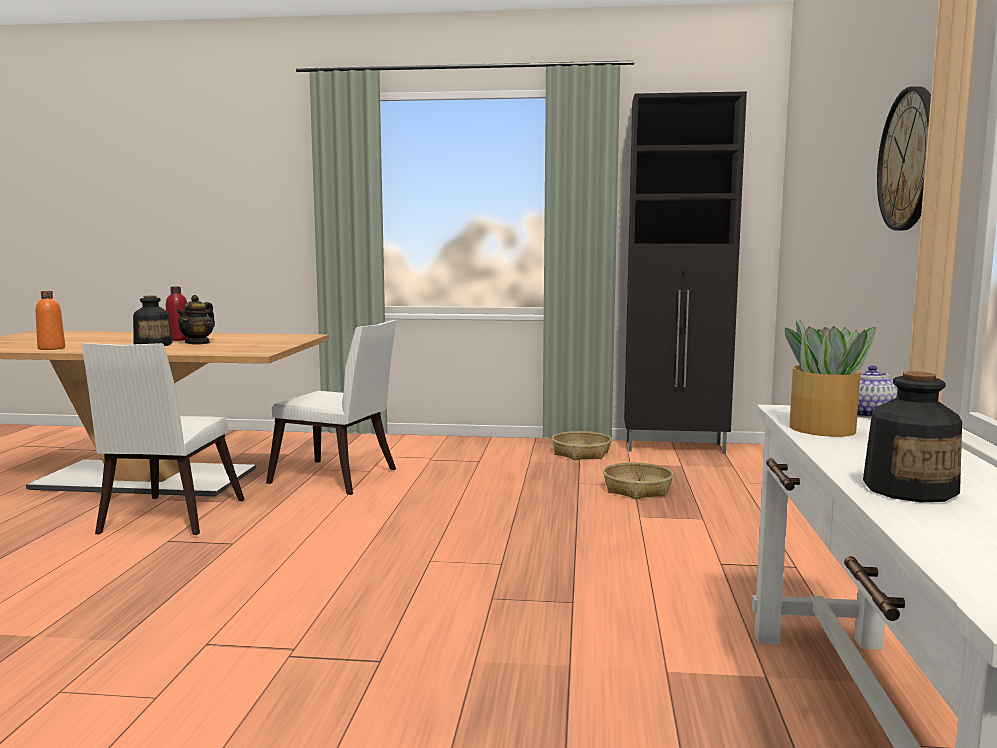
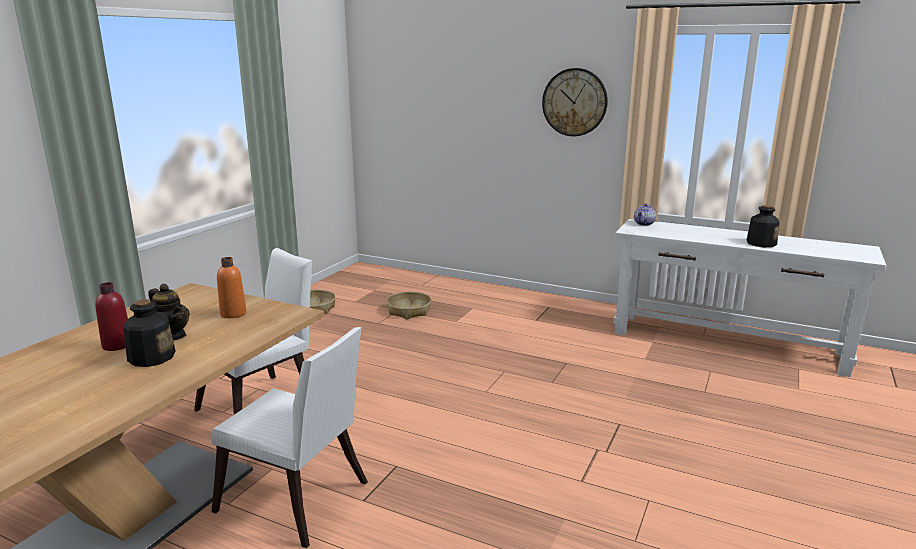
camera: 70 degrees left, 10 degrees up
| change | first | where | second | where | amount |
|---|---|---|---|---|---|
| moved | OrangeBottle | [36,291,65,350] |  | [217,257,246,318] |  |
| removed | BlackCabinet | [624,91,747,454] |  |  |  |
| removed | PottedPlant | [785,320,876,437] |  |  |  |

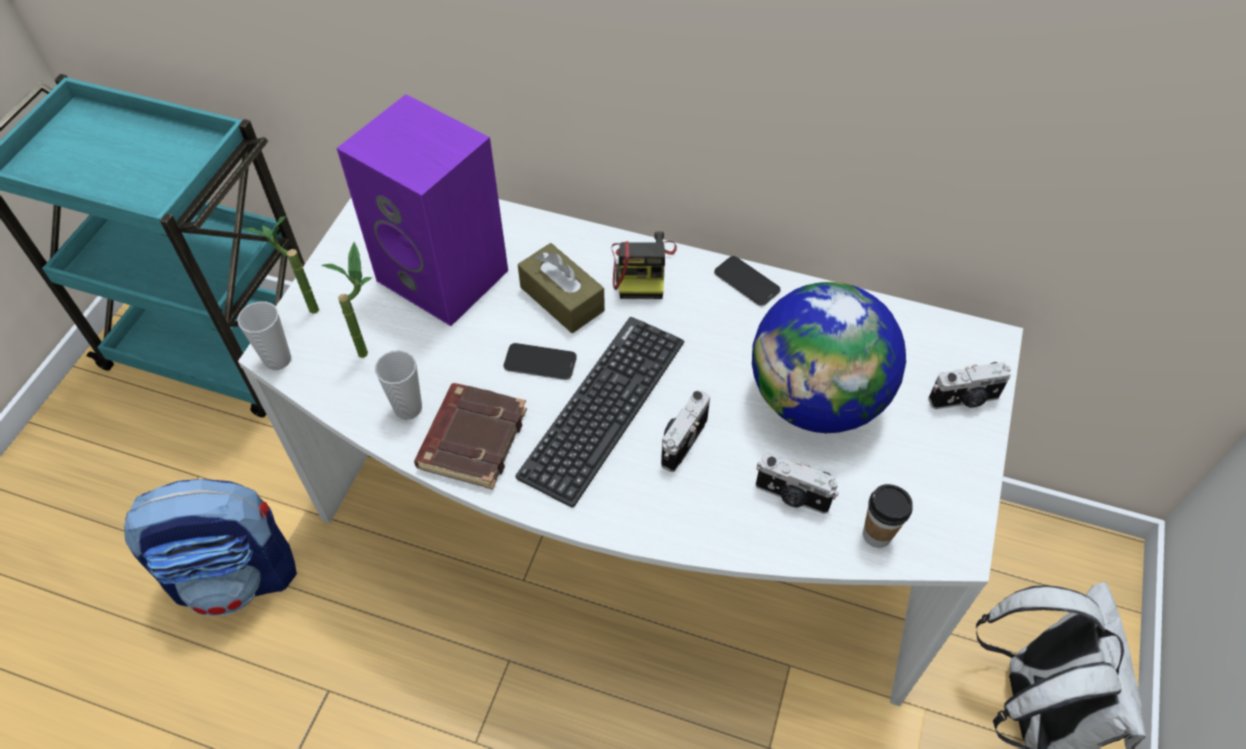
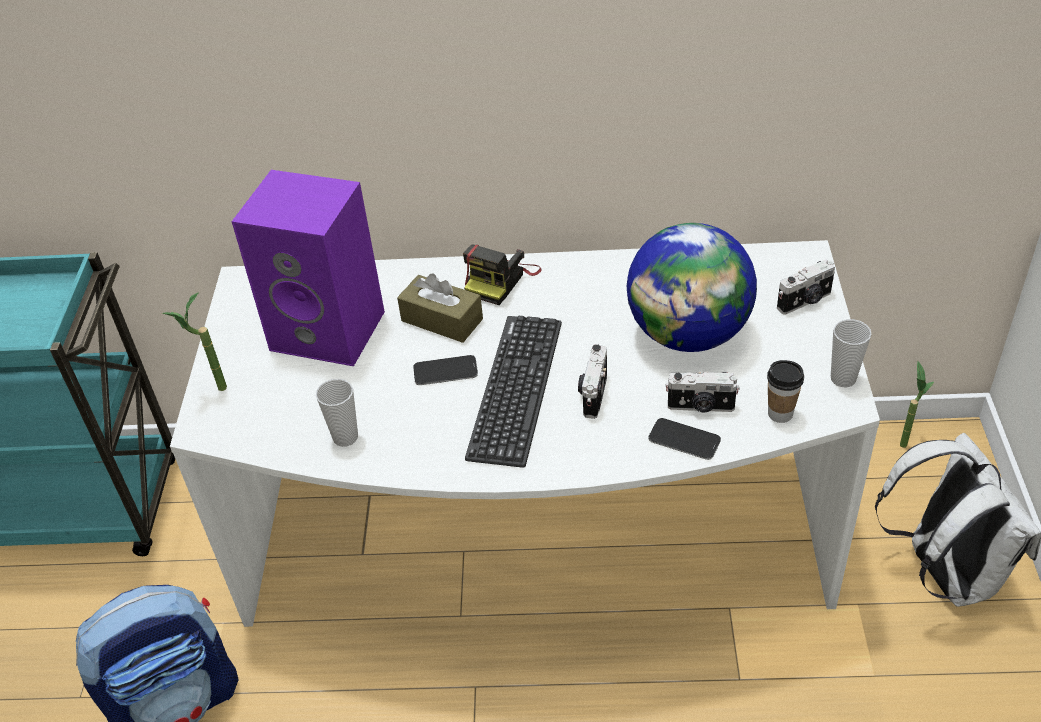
camera: 15 degrees left, 10 degrees down
| change | first | where | second | where | amount |
|---|---|---|---|---|---|
| moved | Cup | [237,301,291,370] |  | [831,319,872,387] |  |
| moved | PottedPlant | [321,242,372,358] |  | [900,361,934,448] |  |
| removed | BrownBook | [414,383,527,490] |  |  |  |
| turned | PhotoCamera | [612,231,677,299] |  | [463,244,541,305] | 45 degrees clockwise |
| moved | Phone | [714,256,781,306] |  | [648,418,721,460] |  |

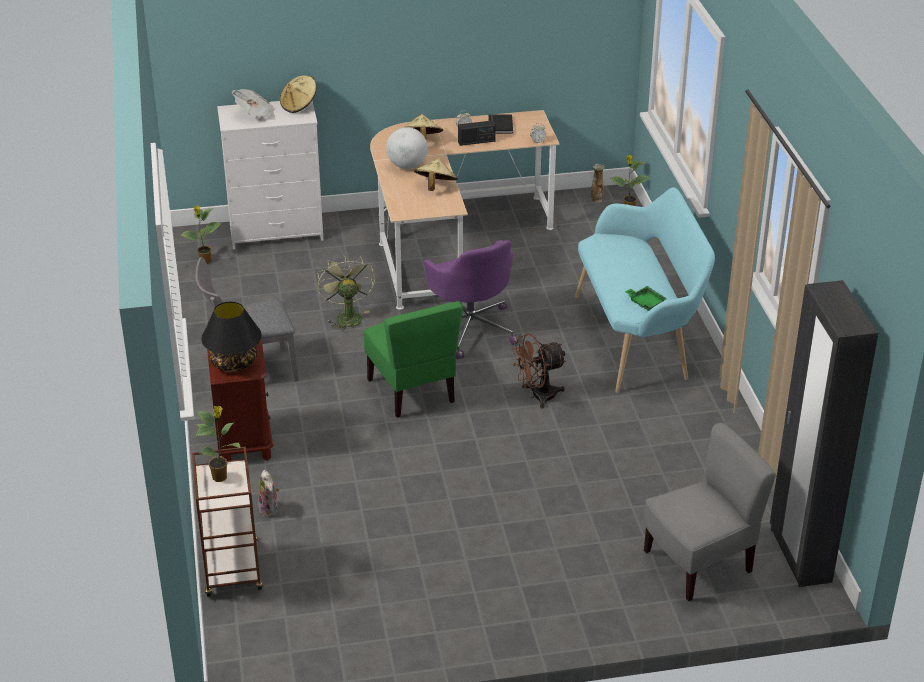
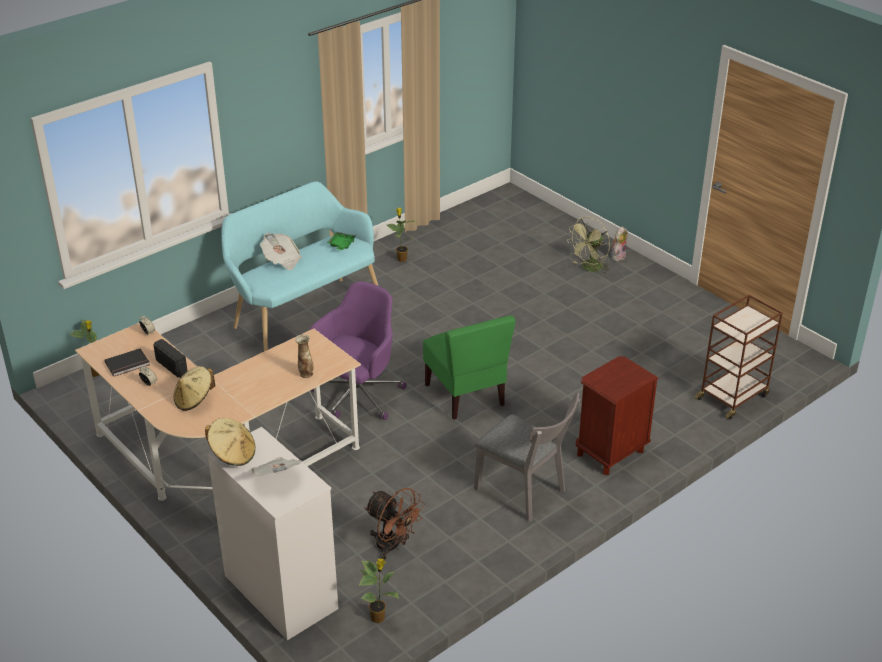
camera: 120 degrees left, 0 degrees up
| change | first | where | second | where | amount |
|---|---|---|---|---|---|
| moved | PottedPlant | [196,406,241,482] |  | [387,208,416,262] |  |
| removed | BlackTableLamp | [201,302,262,372] |  |  |  |
| moved | PlushToy | [258,470,279,517] |  | [611,227,627,261] |  |
| moved | GreenFan | [317,256,375,332] |  | [569,217,610,274] |  |
| turned | GreenChair | [364,301,463,418] |  | [423,315,516,420] | 120 degrees clockwise |
| removed | Globe | [386,127,428,169] |  |  |  |
| removed | BeigeHat | [414,158,458,191] |  |  |  |
| moved | BrownFan | [511,333,567,409] |  | [365,488,425,560] |  |
| moved | Vase | [591,164,605,203] |  | [295,334,314,378] |  |
| removed | GreyChair | [644,423,776,601] |  |  |  |
| removed | BlackWardrobe | [770,280,878,587] |  |  |  |
| added |  |  | Newspaper | [260,233,302,270] |  |

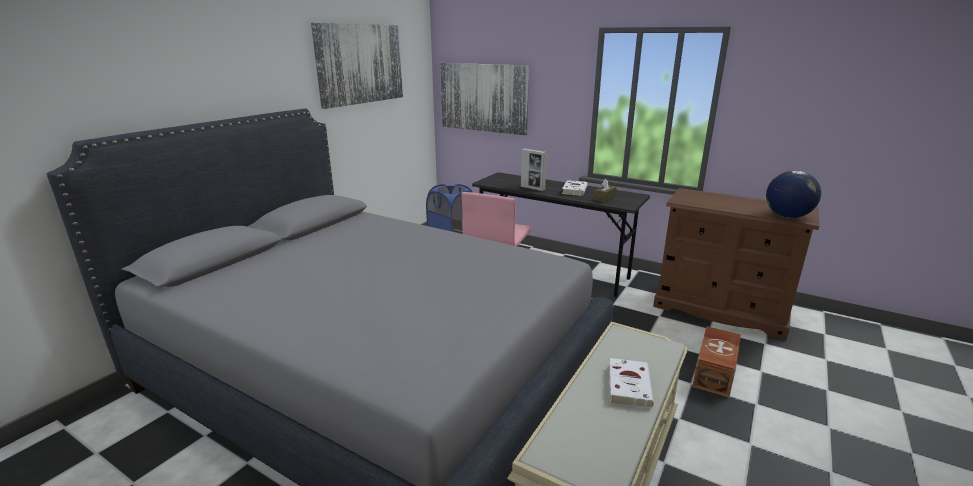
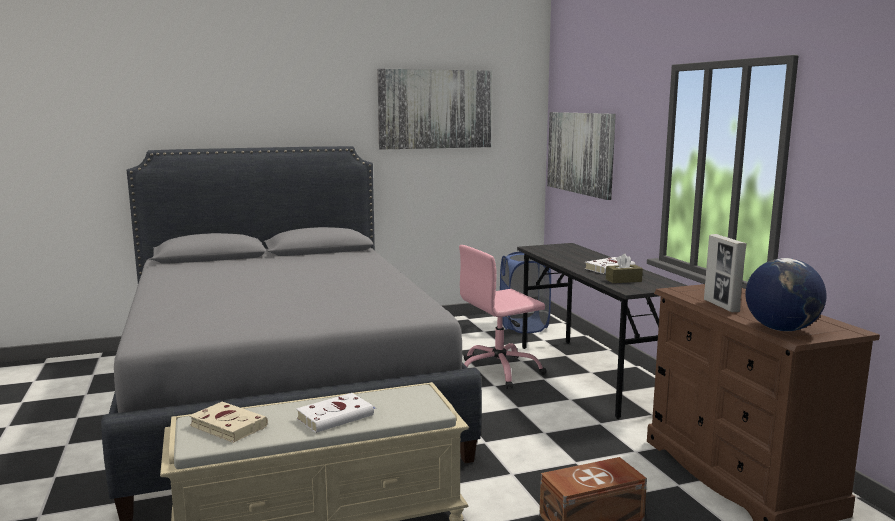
camera: 40 degrees right, 10 degrees down
| change | first | where | second | where | amount |
|---|---|---|---|---|---|
| moved | PictureFrame | [521,148,547,191] |  | [704,234,747,312] |  |
| added |  |  | BeigeBook | [189,401,268,443] |  |

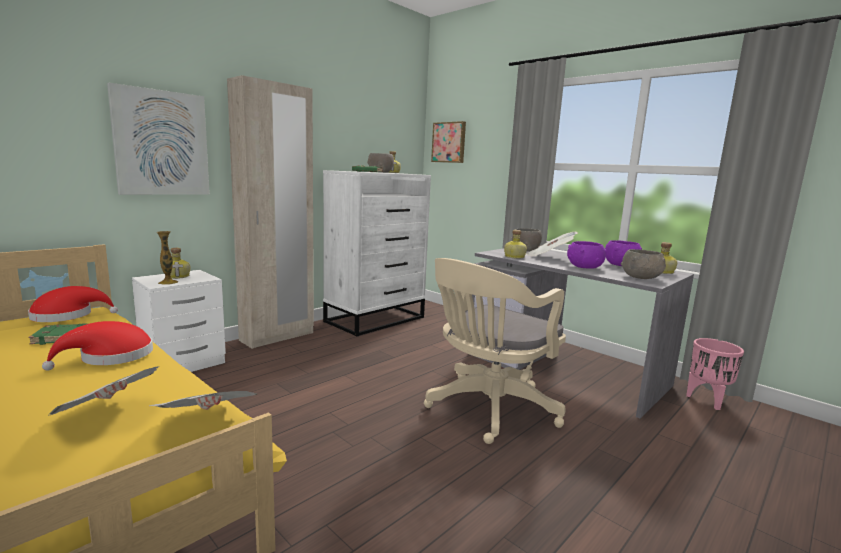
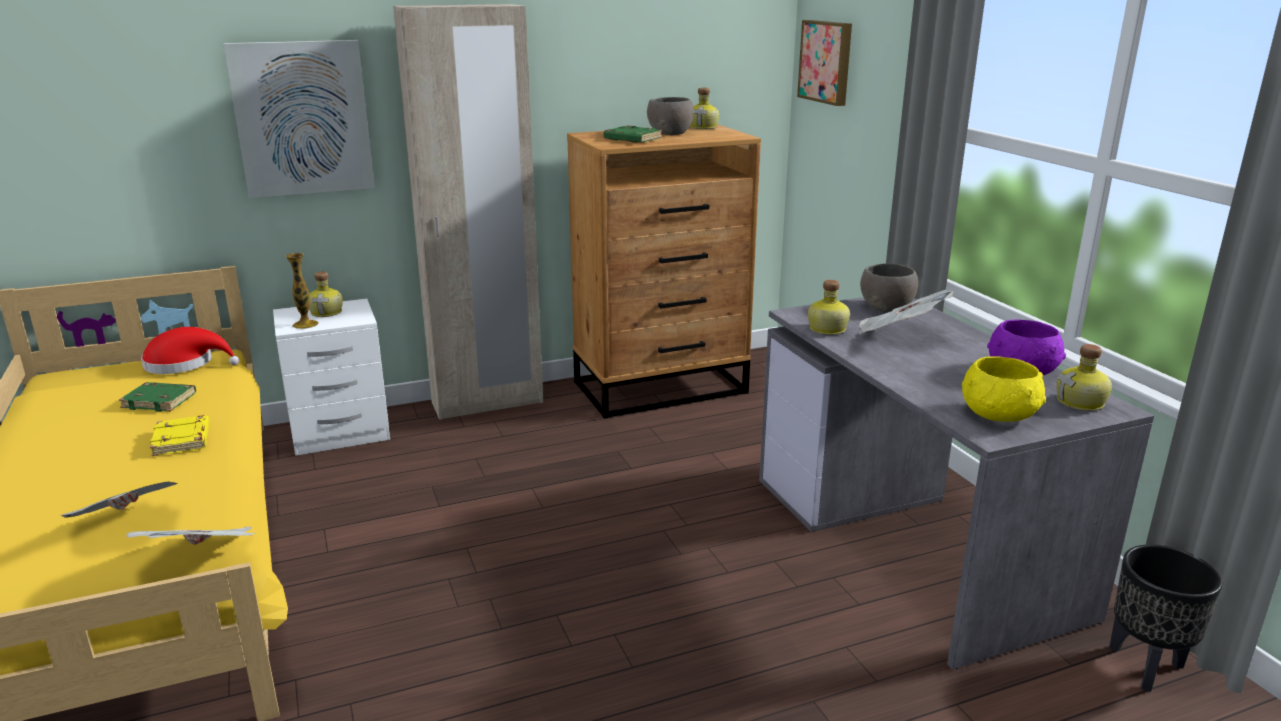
camera: 25 degrees right, 10 degrees up
| change | first | where | second | where | amount |
|---|---|---|---|---|---|
| replaced | RedHat | [42,321,153,371] | YellowBook | [150,415,210,456] |  |
| recoloured | WhiteDresser | [323,170,431,336] | BrownDresser | [567,124,761,418] |  |
| removed | BeigeOfficeChair | [424,258,566,444] |  |  |  |
| removed | PurpleBowl | [567,241,607,269] |  |  |  |
| recoloured | GreyBowl | [621,249,666,279] | YellowBowl | [962,356,1046,422] |  |
| recoloured | PinkPlanter | [686,338,744,410] | BlackPlanter | [1109,544,1223,692] |  |

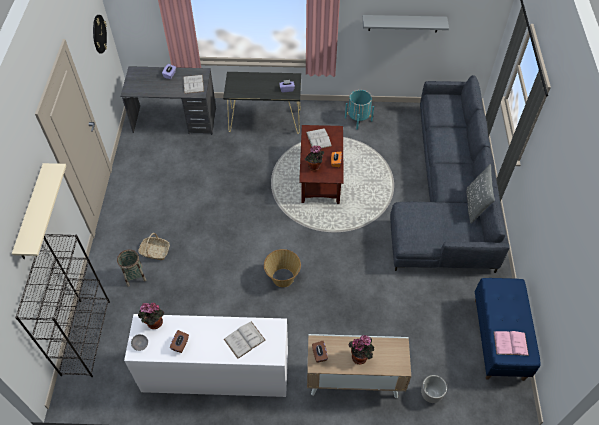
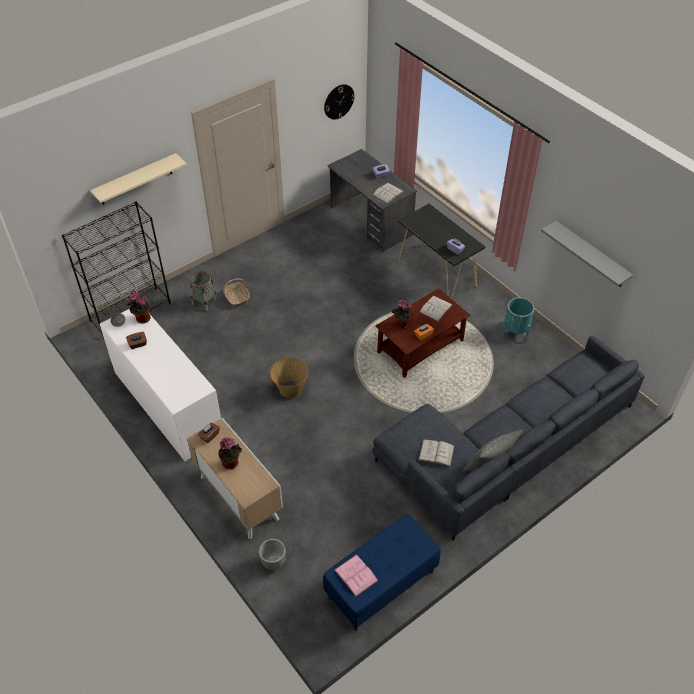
camera: 50 degrees right, 5 degrees down
| change | first | where | second | where | amount |
|---|---|---|---|---|---|
| moved | WhiteBook | [224,321,266,359] |  | [418,439,455,467] |  |

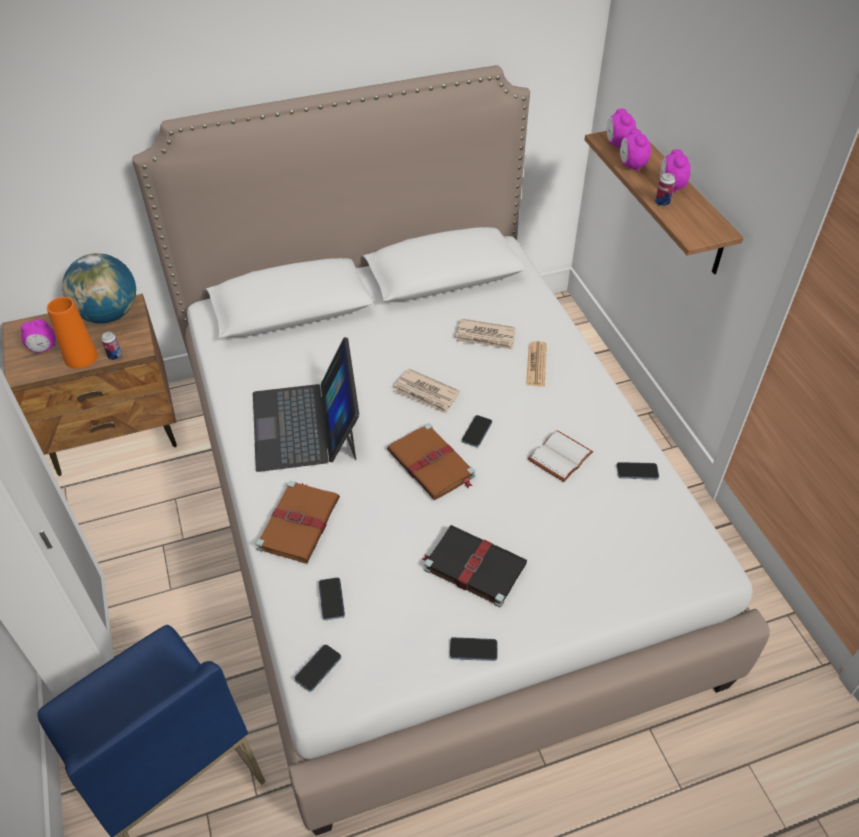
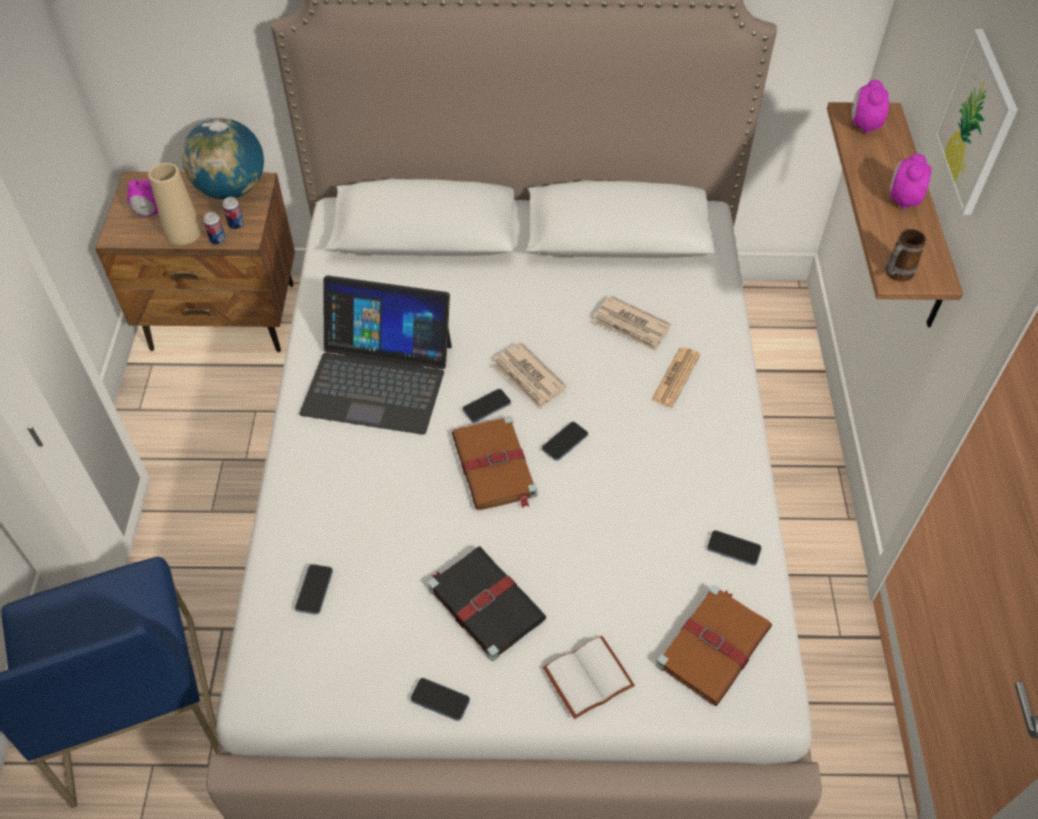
camera: 20 degrees right, 5 degrees up
| change | first | where | second | where | amount |
|---|---|---|---|---|---|
| recoloured | OrangeVase | [47,297,98,369] | BeigeVase | [148,163,202,245] |  |
| turned | Laptop | [253,337,359,472] |  | [299,275,452,435] | 90 degrees counterclockwise |
| moved | BrownBook | [255,481,340,563] |  | [656,585,772,706] |  |
| moved | Phone | [294,644,341,692] |  | [462,389,511,423] |  |
| moved | WhiteBook | [528,430,593,482] |  | [543,636,635,719] |  |
| removed | AlarmClock | [620,129,651,172] |  |  |  |
| moved | Can | [655,173,675,206] |  | [223,197,244,229] |  |
| added |  |  | Mug | [885,229,926,282] |  |
| added |  |  | Picture | [935,29,1018,215] |  |

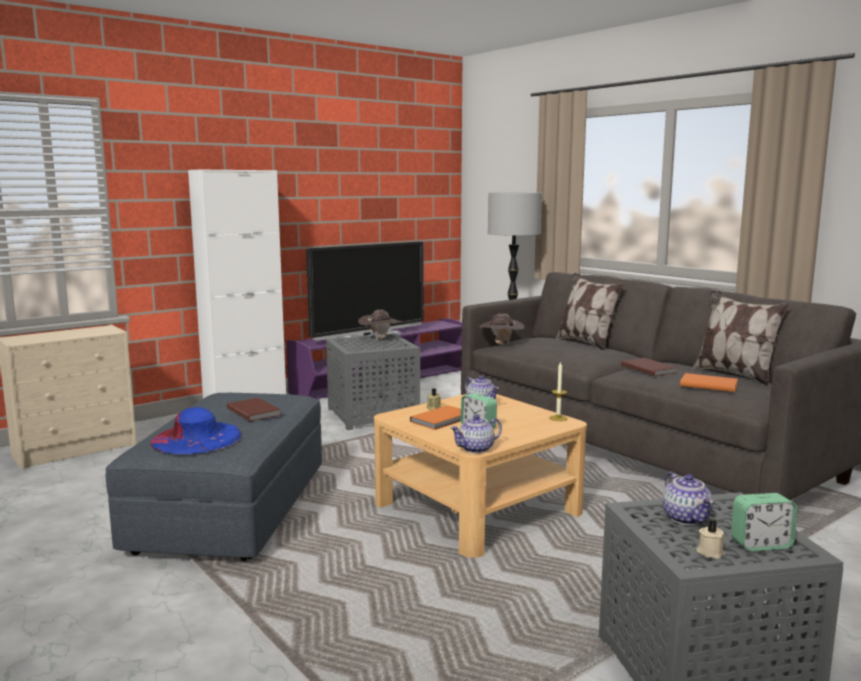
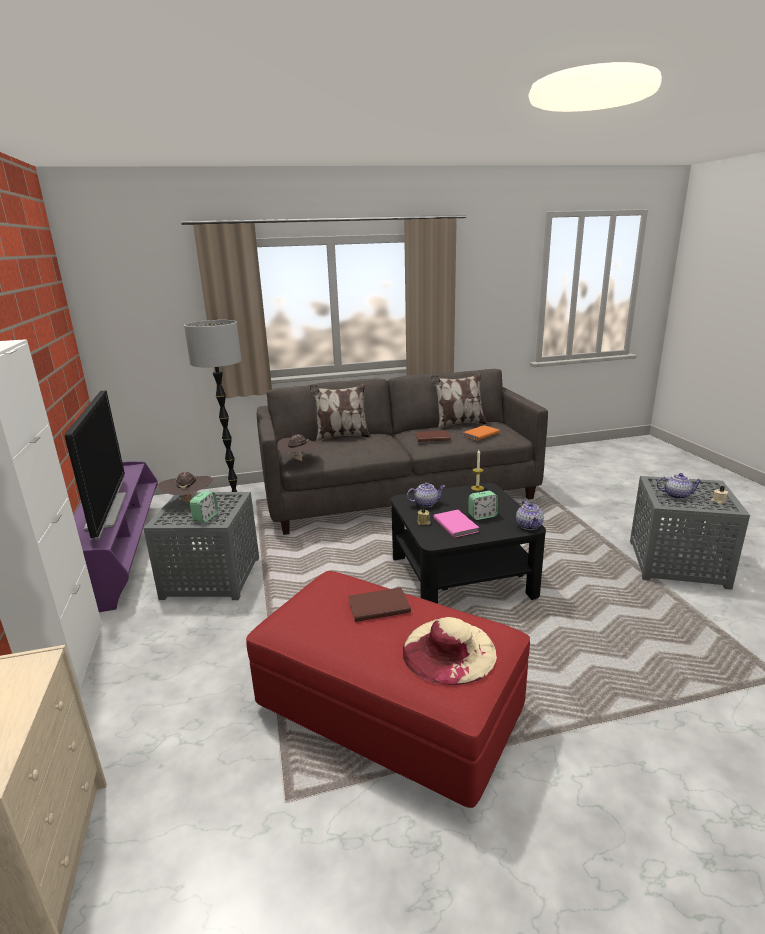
camera: 65 degrees left, 10 degrees up
| change | first | where | second | where | amount |
|---|---|---|---|---|---|
| recoloured | GreyOttoman | [106,393,322,561] | RedOttoman | [246,571,530,808] |  |
| recoloured | BlueHat | [150,407,242,454] | BeigeHat | [403,617,497,685] |  |
| recoloured | BeigeCoffeeTable | [374,394,587,558] | BlackCoffeeTable | [391,483,546,604] |  |
| recoloured | OrangeBook | [410,405,461,430] | PinkBook | [434,510,479,538] |  |
| moved | AlarmClock | [731,493,797,551] |  | [190,491,218,523] |  |

